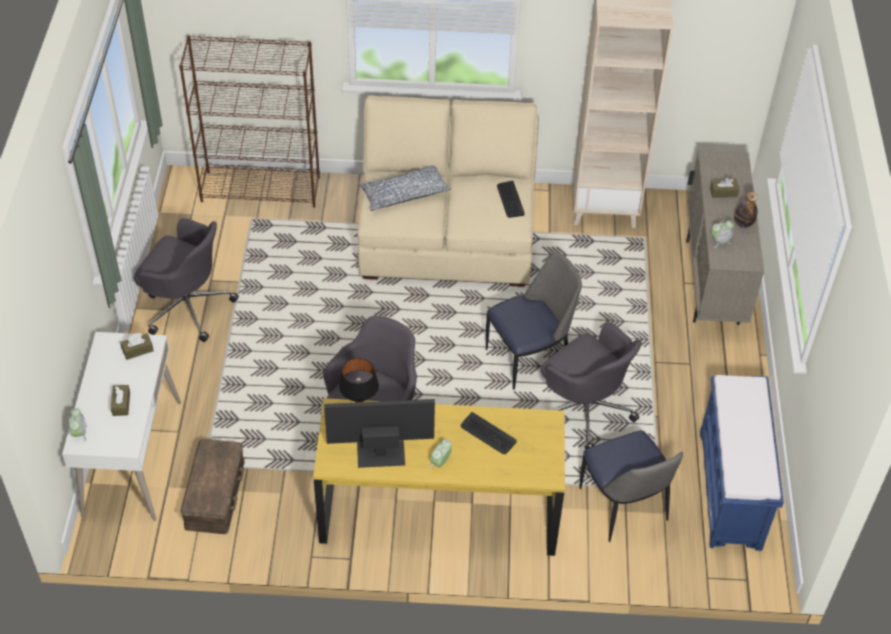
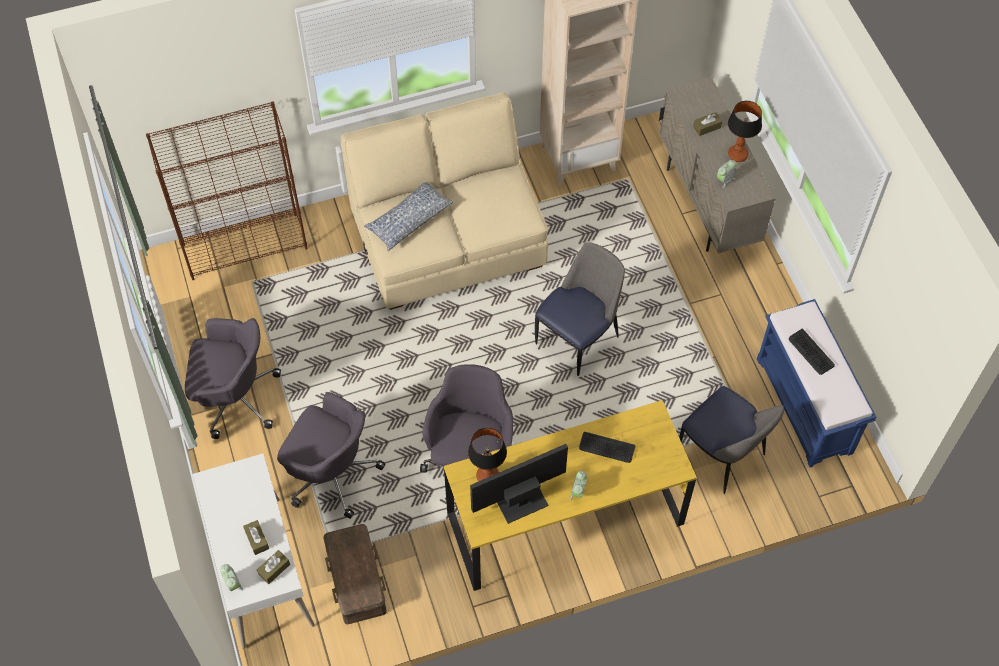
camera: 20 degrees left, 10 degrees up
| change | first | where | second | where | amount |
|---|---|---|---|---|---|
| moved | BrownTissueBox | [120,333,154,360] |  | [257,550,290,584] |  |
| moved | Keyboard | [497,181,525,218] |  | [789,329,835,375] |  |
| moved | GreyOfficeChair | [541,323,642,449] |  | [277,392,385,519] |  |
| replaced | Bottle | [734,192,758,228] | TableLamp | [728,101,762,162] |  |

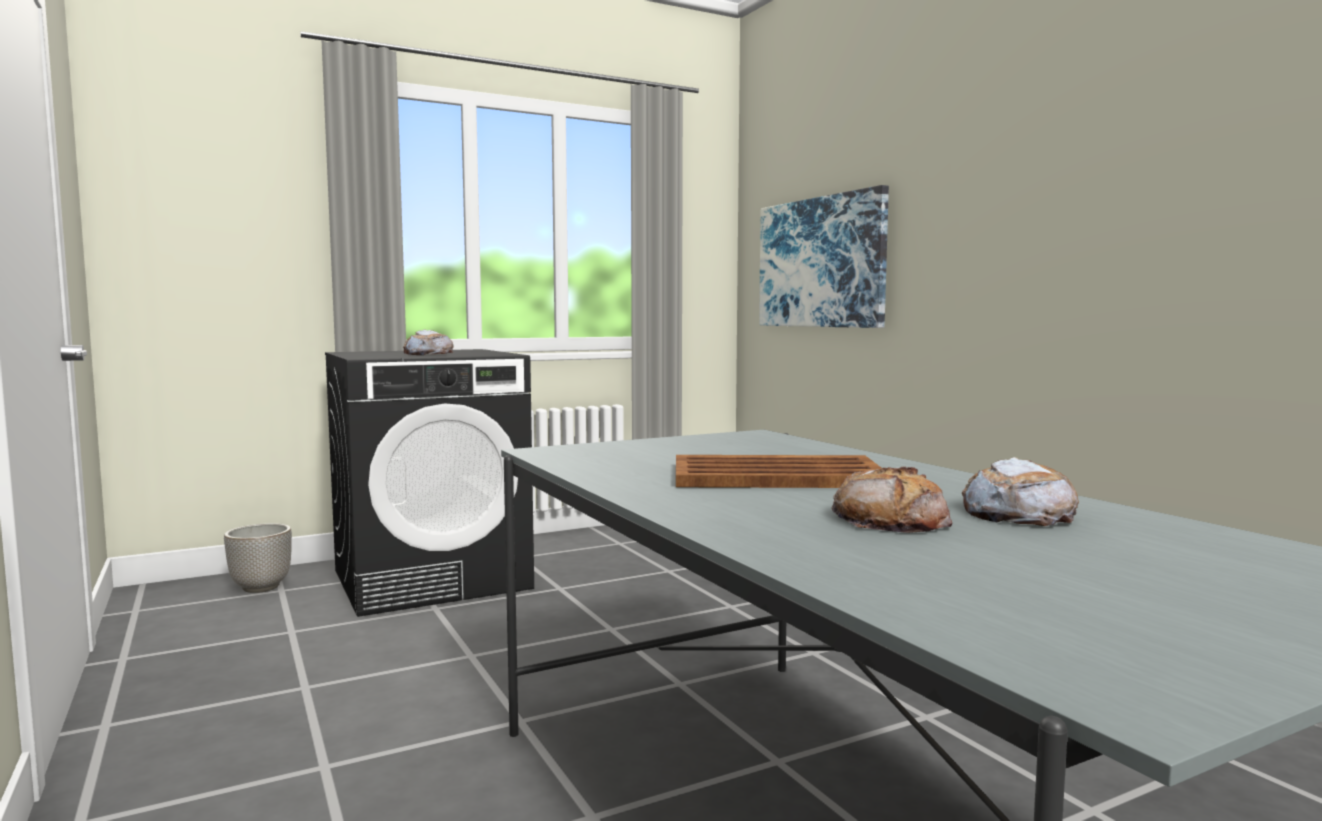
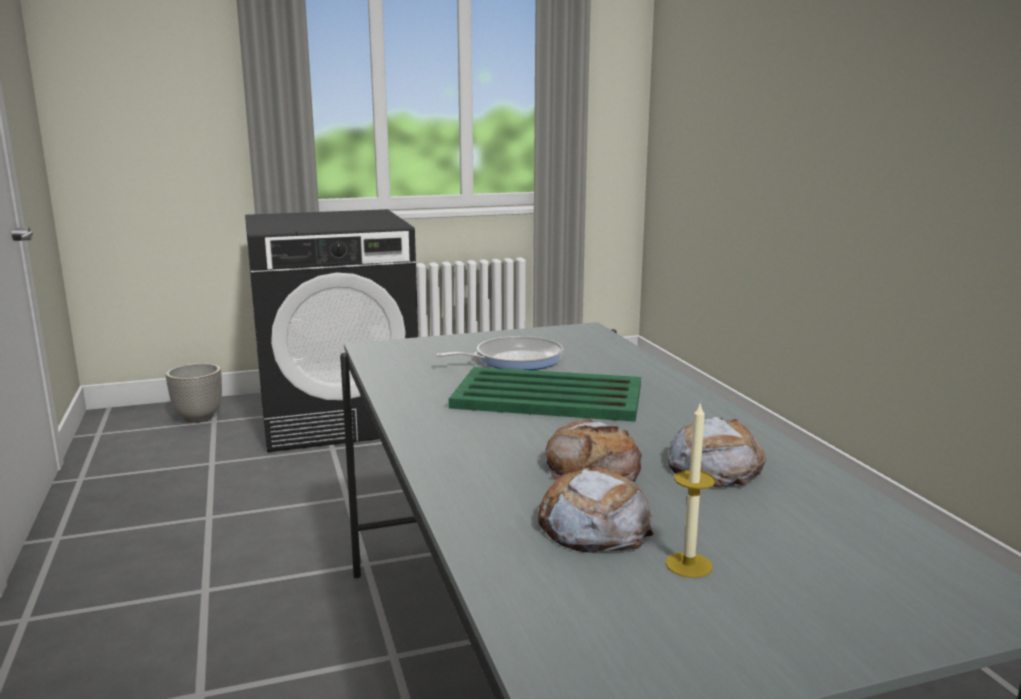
camera: 10 degrees right, 10 degrees up
| change | first | where | second | where | amount |
|---|---|---|---|---|---|
| moved | Bread | [403,329,454,355] |  | [538,465,653,553] |  |
| recoloured | BrownTray | [676,455,881,488] | GreenTray | [449,367,641,422] |  |
| removed | Picture | [759,185,889,328] |  |  |  |
| added |  |  | FryingPan | [436,336,563,370] |  |
| added |  |  | Candle | [666,401,715,578] |  |

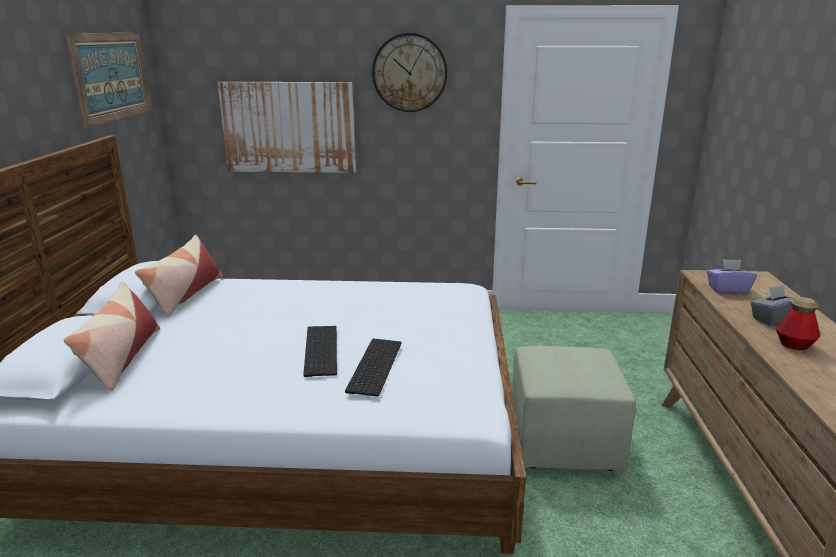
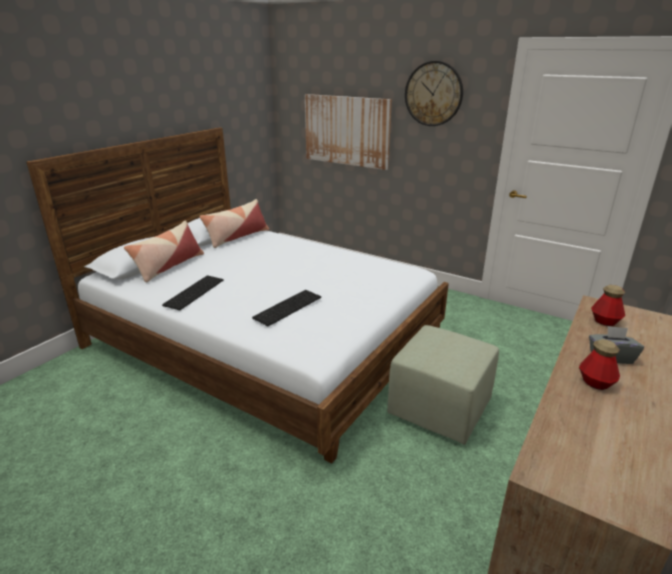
camera: 30 degrees right, 5 degrees up
| change | first | where | second | where | amount |
|---|---|---|---|---|---|
| removed | Picture | [66,33,151,128] |  |  |  |
| moved | Keyboard | [303,326,337,377] |  | [162,275,224,310] |  |
| replaced | PurpleTissueBox | [707,259,757,293] | Bottle | [591,285,625,326] |  |

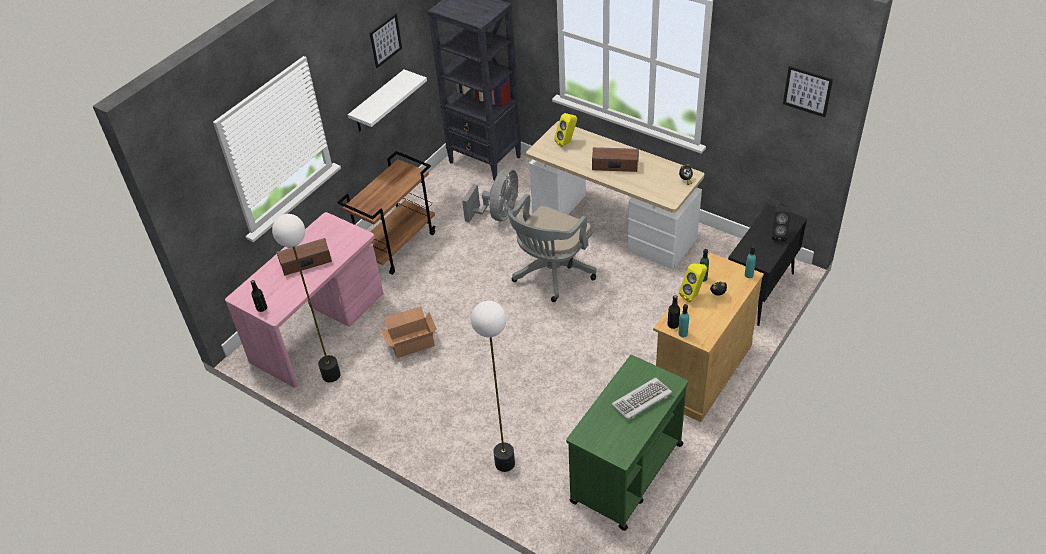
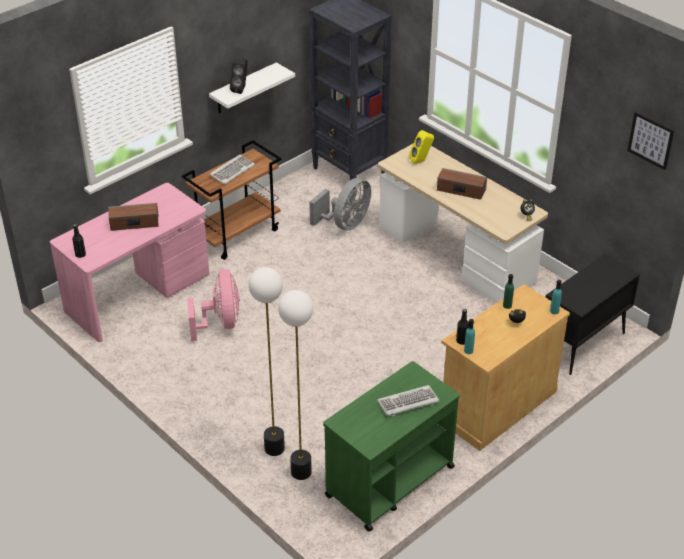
camera: 10 degrees right, 5 degrees down
| change | first | where | second | where | amount |
|---|---|---|---|---|---|
| moved | FloorLamp | [272,214,341,382] |  | [278,290,313,480] |  |
| removed | Picture | [370,13,402,68] |  |  |  |
| replaced | CardboardBox | [380,306,437,358] | PinkFan | [187,269,240,341] |  |
| removed | GreyOfficeChair | [508,194,597,302] |  |  |  |
| removed | YellowSpeaker | [679,263,707,302] |  |  |  |
| moved | BlackSpeaker | [772,204,790,241] |  | [230,58,248,94] |  |
| added |  |  | Keyboard | [209,154,255,184] |  |

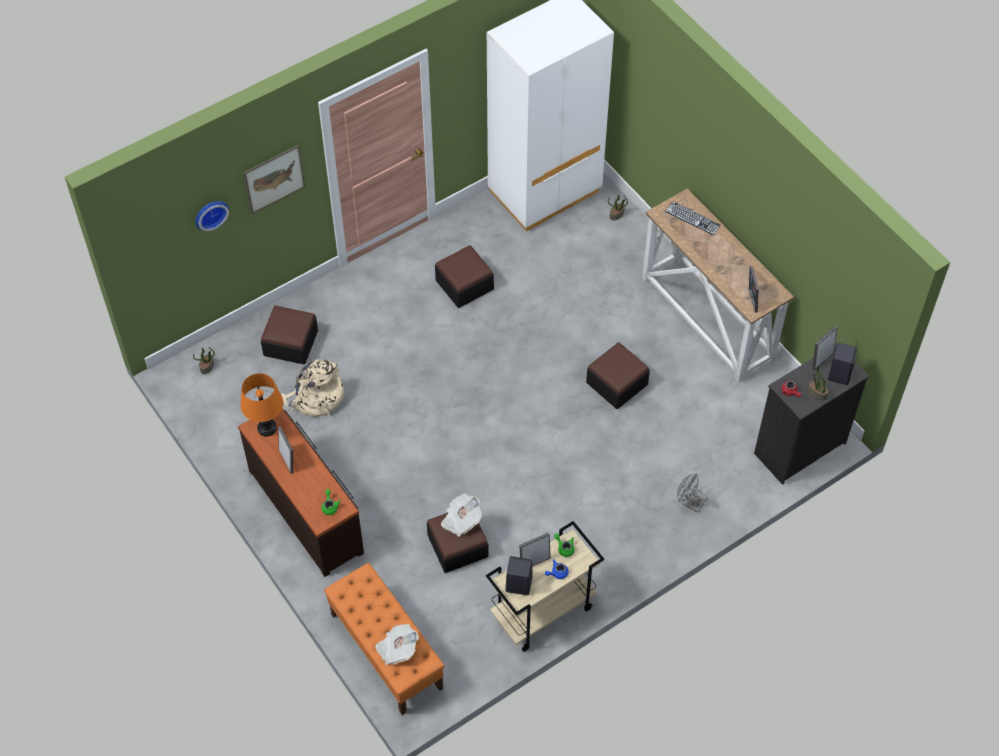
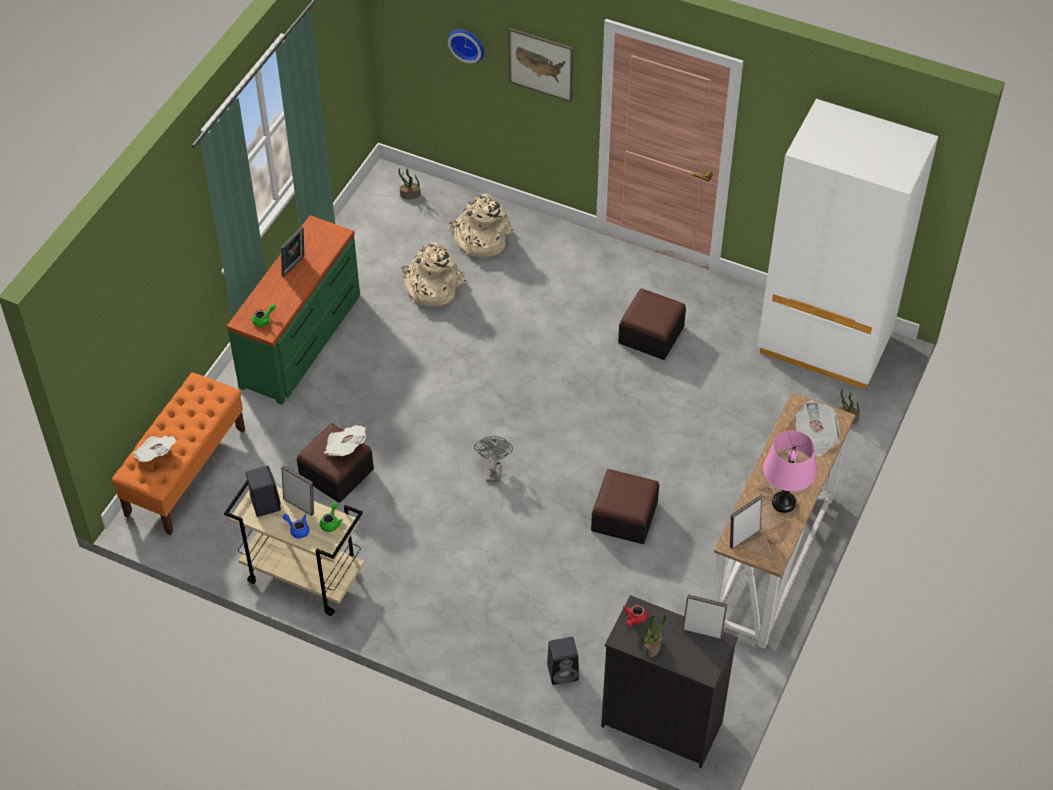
camera: 60 degrees right, 5 degrees down
| change | first | where | second | where | amount |
|---|---|---|---|---|---|
| recoloured | BrownDresser | [238,408,364,577] | GreenDresser | [226,215,360,405] |  |
| removed | OrangeTableLamp | [241,373,283,437] |  |  |  |
| replaced | Ottoman | [261,306,318,364] | BeigeBackpack | [449,194,513,257] |  |
| replaced | Keyboard | [665,201,721,235] | Newspaper | [796,400,840,457] |  |
| moved | GreyFan | [677,473,708,512] |  | [474,436,513,482] |  |
| moved | BlackSpeaker | [828,343,857,385] |  | [547,637,579,685] |  |
| added |  |  | PinkTableLamp | [763,431,816,513] |  |

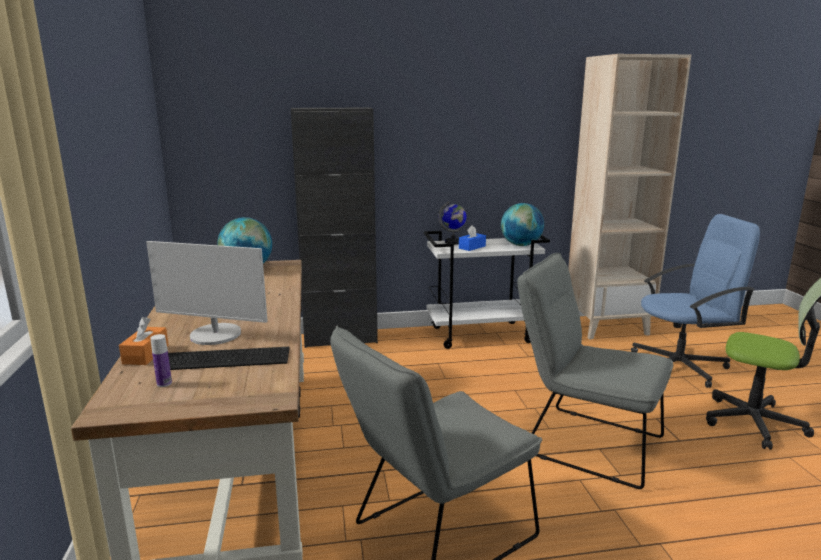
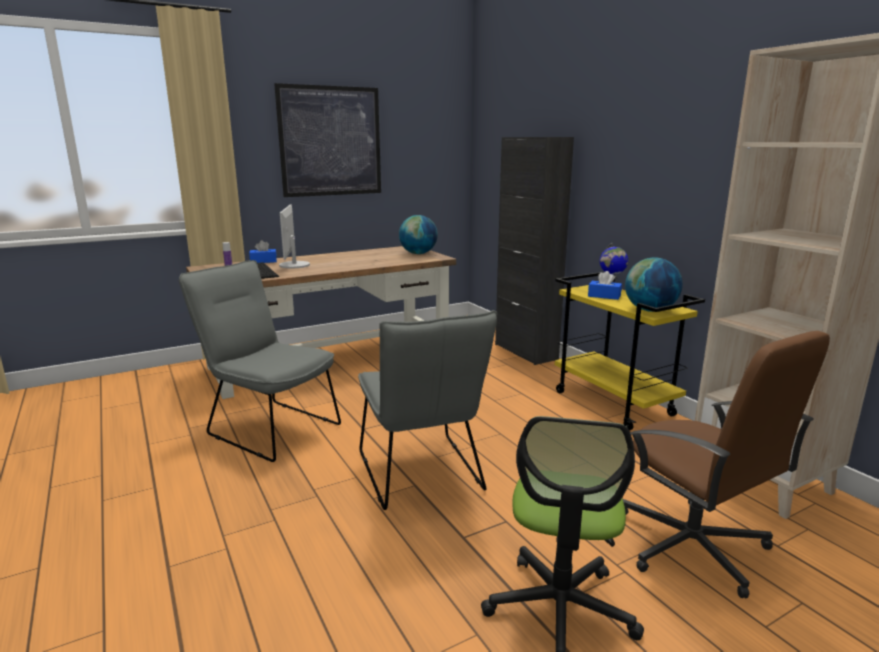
camera: 70 degrees right, 0 degrees up
| change | first | where | second | where | amount |
|---|---|---|---|---|---|
| recoloured | OrangeTissueBox | [119,317,168,365] | BlueTissueBox | [249,240,277,263] |  |
| recoloured | WhiteCart | [424,231,550,349] | YellowCart | [555,272,705,431] |  |
| turned | GreyChair | [517,253,673,489] |  | [358,310,497,510] | 150 degrees clockwise |
| recoloured | BlueOfficeChair | [631,214,760,388] | BrownOfficeChair | [623,331,830,598] |  |
| added |  |  | Picture | [274,83,381,197] |  |

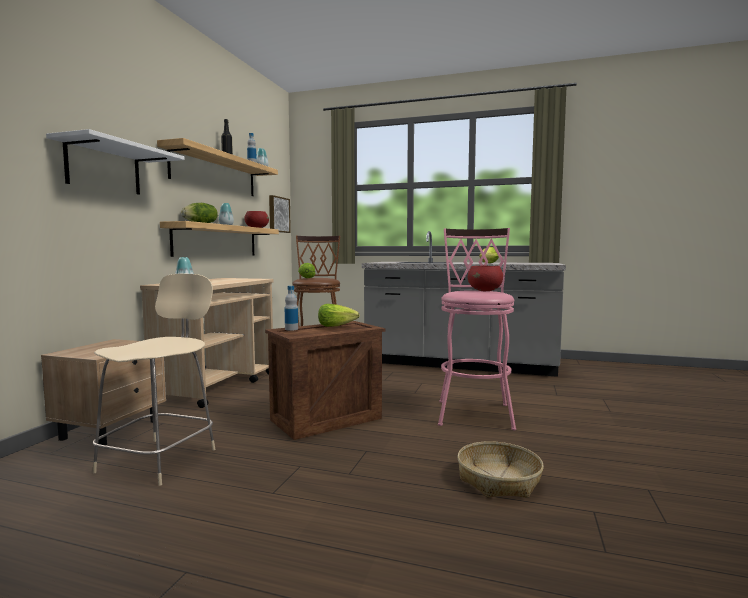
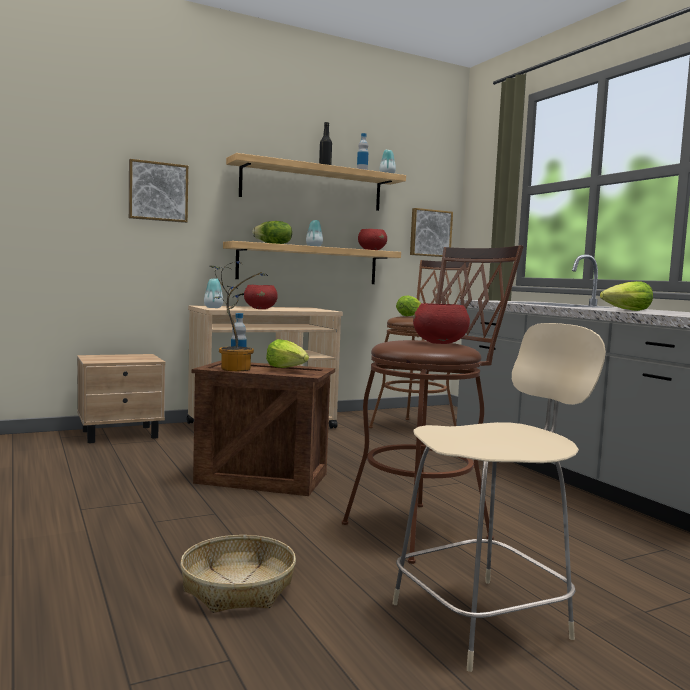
camera: 45 degrees right, 0 degrees up
| change | first | where | second | where | amount |
|---|---|---|---|---|---|
| replaced | WhiteShelf | [46,129,184,195] | Picture | [129,159,188,223] |  |
| moved | BeigeChair | [92,274,216,486] |  | [392,323,606,672] |  |
| recoloured | PinkStool | [438,228,516,430] | BrownStool | [342,245,524,564] |  |
| added |  |  | PottedPlant | [210,261,268,371] |  |
| added |  |  | RedBowl | [244,285,278,309] |  |

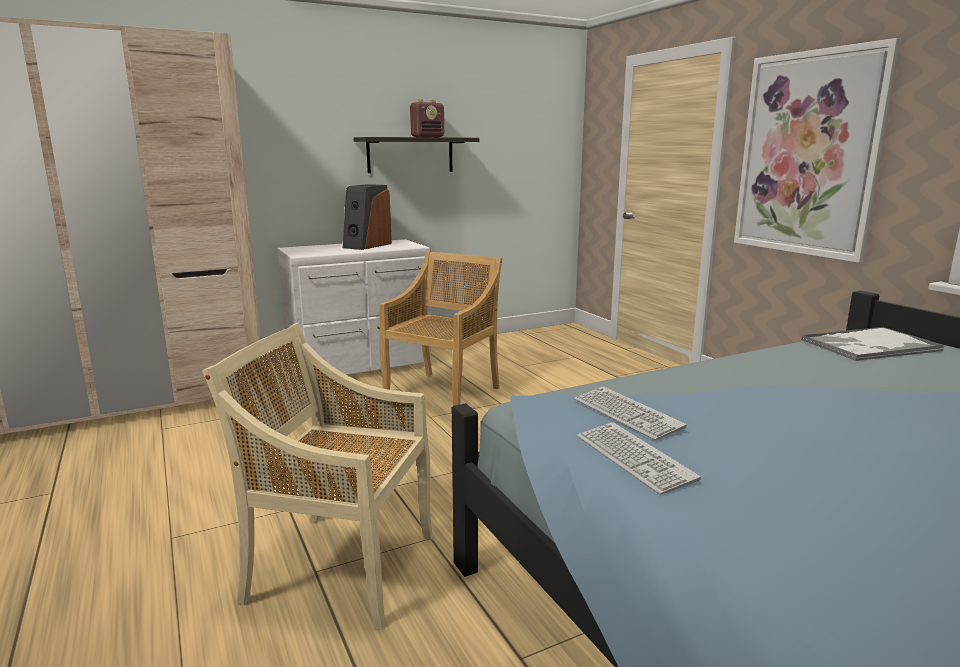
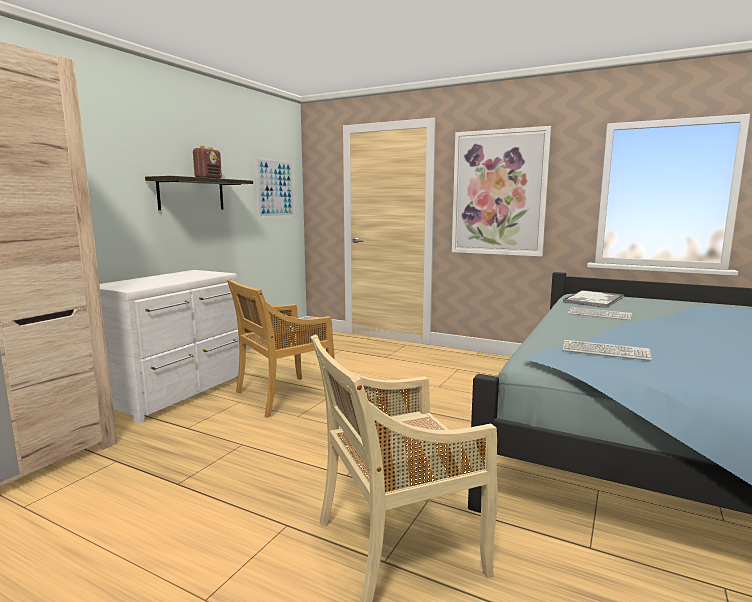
camera: 35 degrees left, 5 degrees down
| change | first | where | second | where | amount |
|---|---|---|---|---|---|
| removed | Speaker | [343,184,392,250] |  |  |  |
| turned | BeigeChair | [379,251,502,406] |  | [227,279,335,418] | 120 degrees counterclockwise |
| moved | Keyboard | [577,422,701,495] |  | [568,307,632,320] |  |
| added |  |  | Picture | [255,157,295,218] |  |

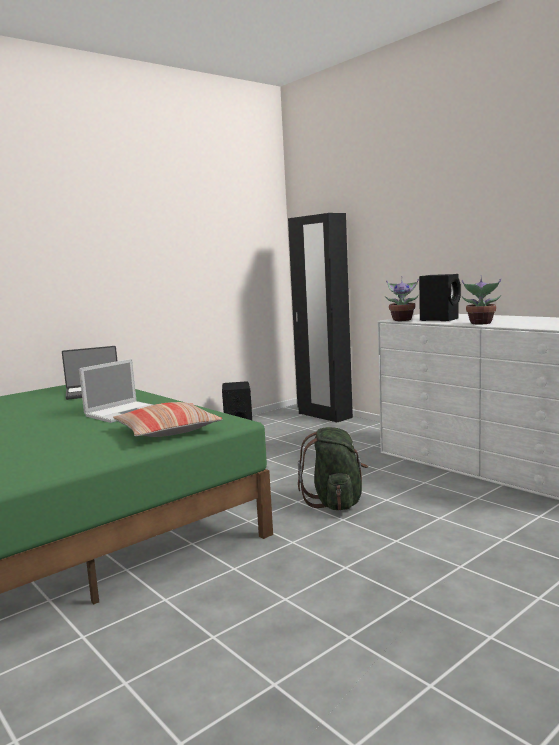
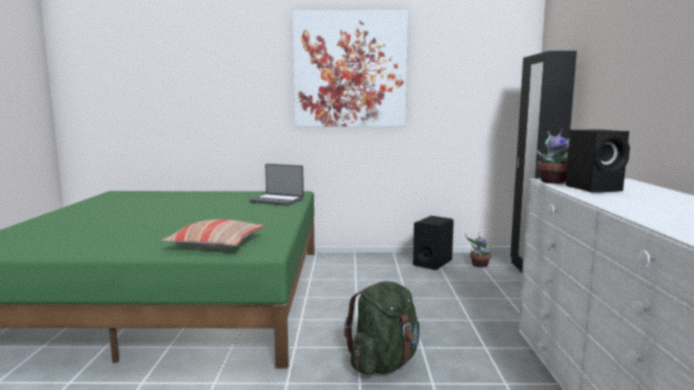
camera: 40 degrees right, 0 degrees up
| change | first | where | second | where | amount |
|---|---|---|---|---|---|
| removed | Laptop | [79,359,153,423] |  |  |  |
| moved | PottedPlant | [462,275,501,324] |  | [465,233,491,267] |  |
| added |  |  | Picture | [293,10,408,127] |  |

